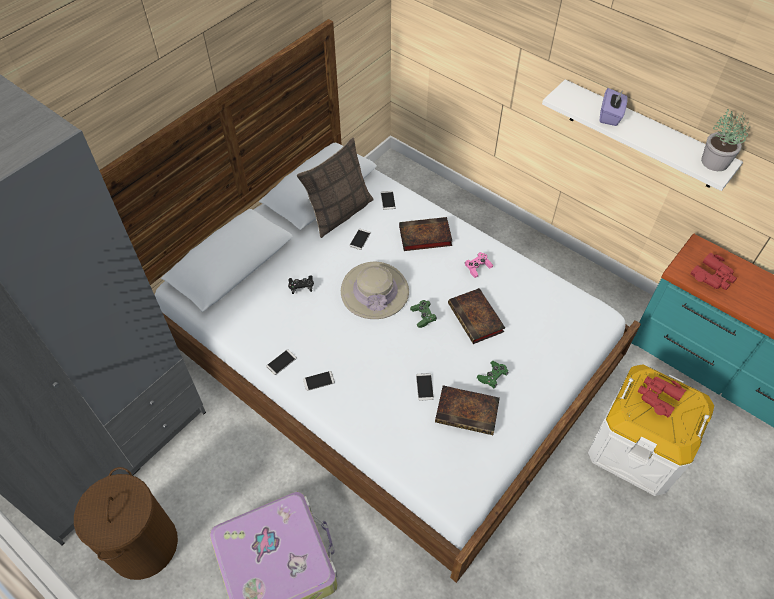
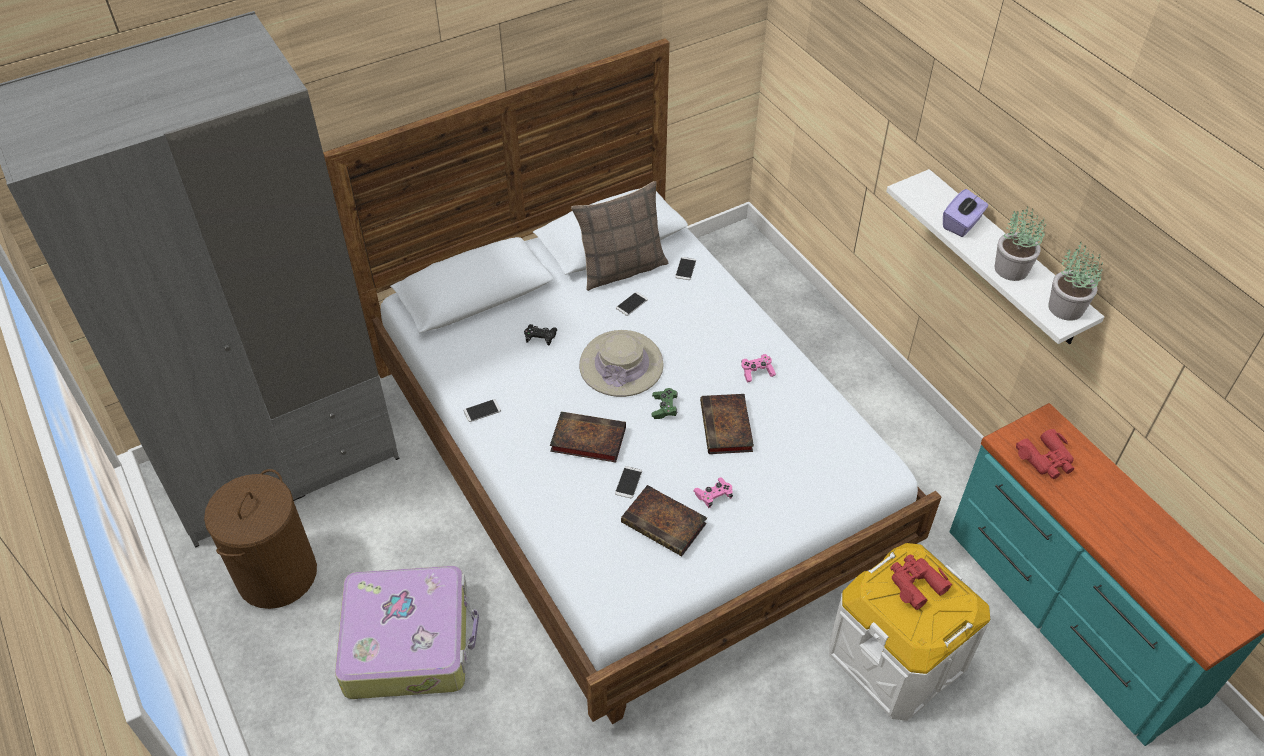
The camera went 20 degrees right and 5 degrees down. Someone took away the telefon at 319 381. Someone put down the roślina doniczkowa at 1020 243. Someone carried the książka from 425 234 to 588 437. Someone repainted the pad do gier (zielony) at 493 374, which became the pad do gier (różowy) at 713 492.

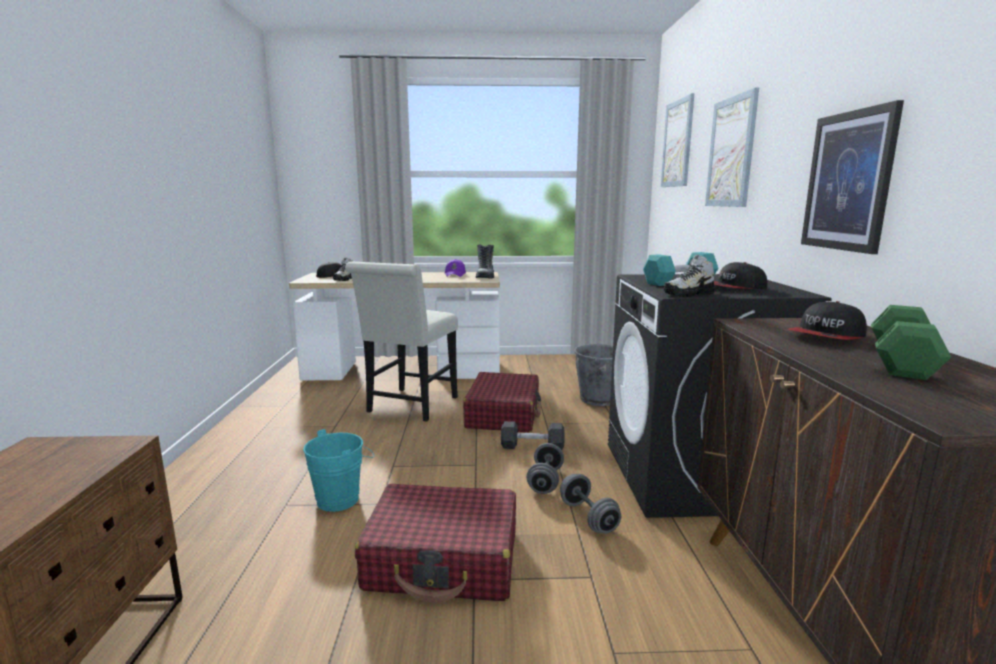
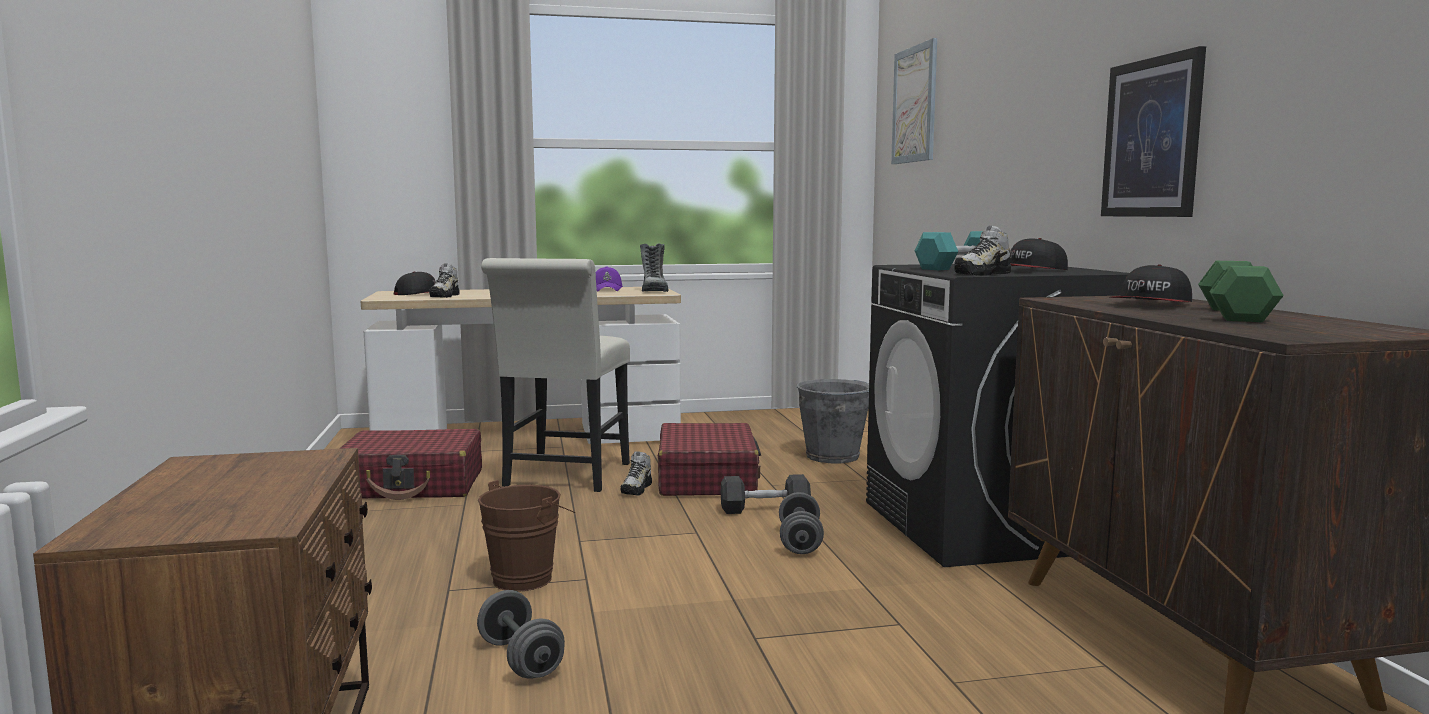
The camera went 10 degrees left and 5 degrees down. Someone took away the obraz at 732 147. Someone put down the but at 636 473. Someone carried the walizka (czerwony) from 435 543 to 411 464. Someone carried the hantel (szary) from 590 504 to 521 634. Someone repainted the wiadro (turkusowy) at 338 470, which became the wiadro (brązowy) at 526 535.

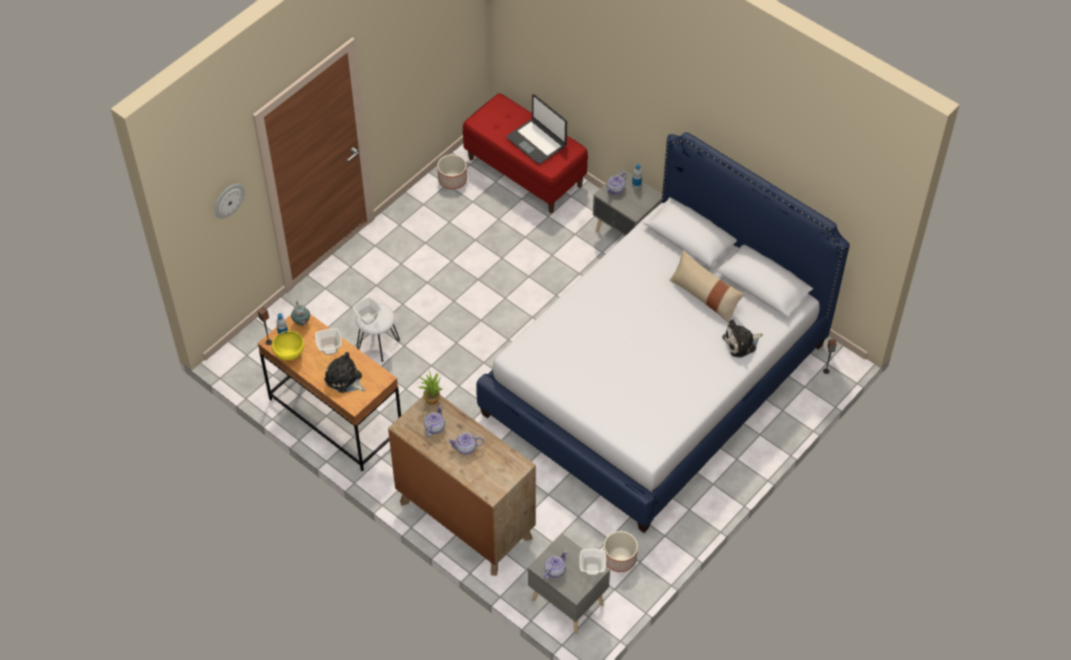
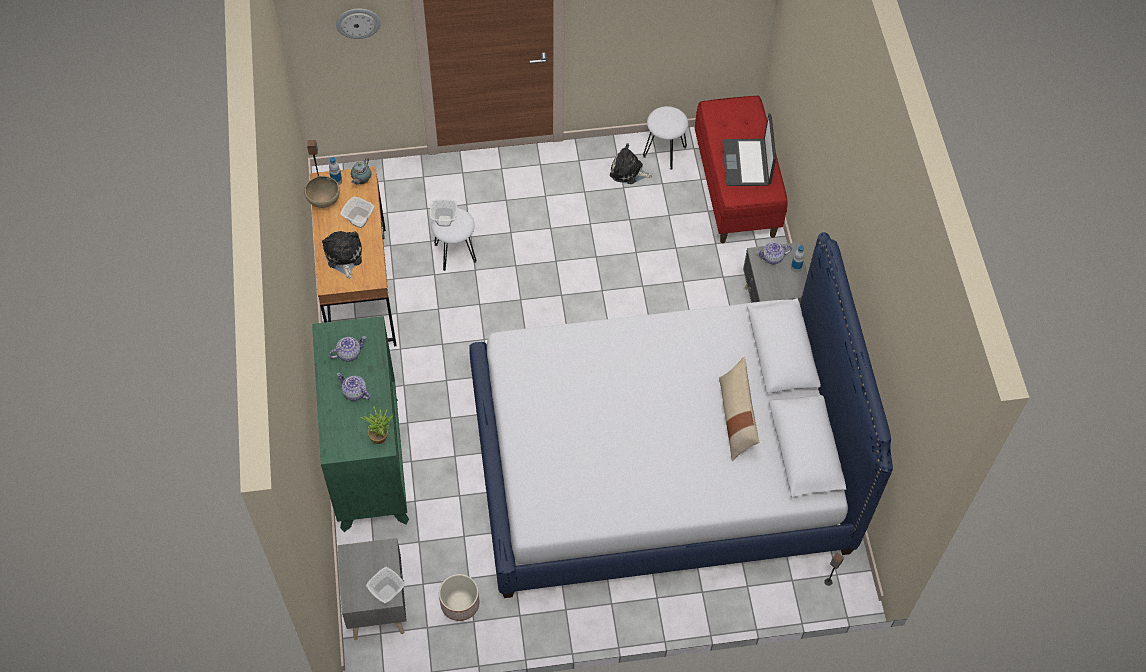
The camera went 40 degrees right and 5 degrees up. Someone took away the imbryk at 555 565. Someone carried the roślina doniczkowa from 430 388 to 377 425. Someone carried the pluszak from 742 338 to 631 164. Someone swapped the donica at 452 172 for the stołek (biały) at 665 138. Someone repainted the miska (żółty) at 288 345, which became the miska (brązowy) at 322 192. Someone repainted the komoda (brązowy) at 462 485, which became the komoda (zielony) at 360 424.

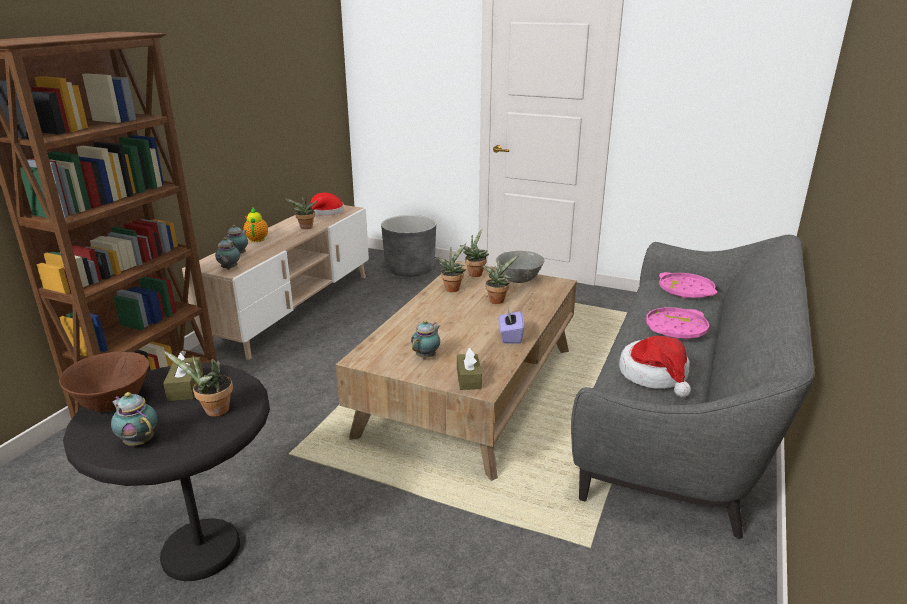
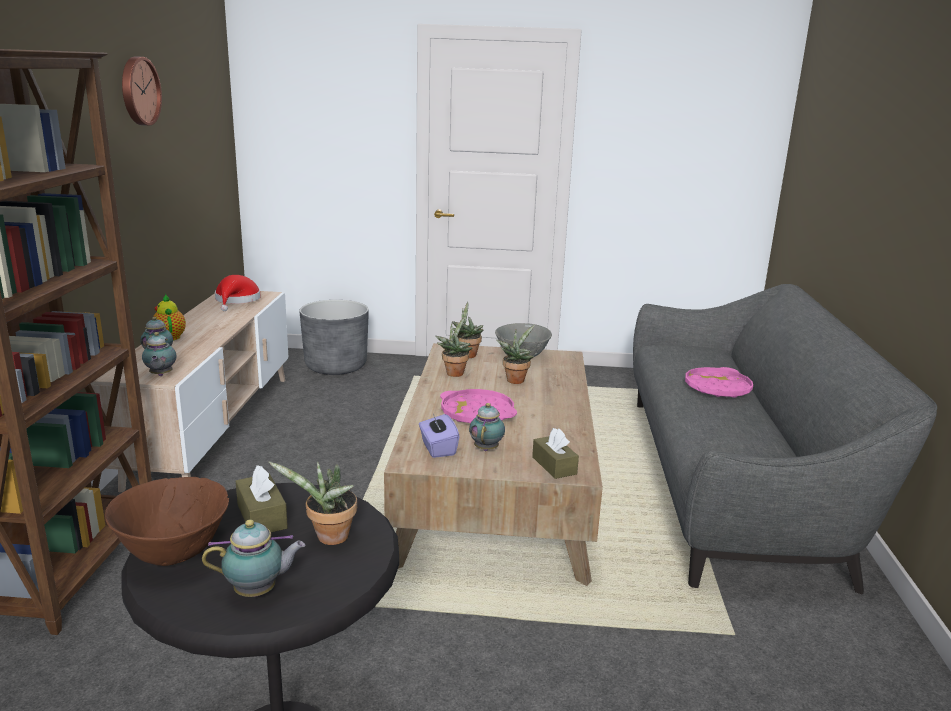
The camera went 20 degrees left and 5 degrees down. Someone took away the roślina doniczkowa at 301 212. Someone took away the kapelusz at 655 366. Someone put up the zegar ścienny at 142 91. Someone carried the pudełko chusteczek (fioletowy) from 511 326 to 439 436. Someone carried the taca (różowy) from 688 285 to 478 406. Someone rotated the imbryk at 134 419 by 150 degrees clockwise.

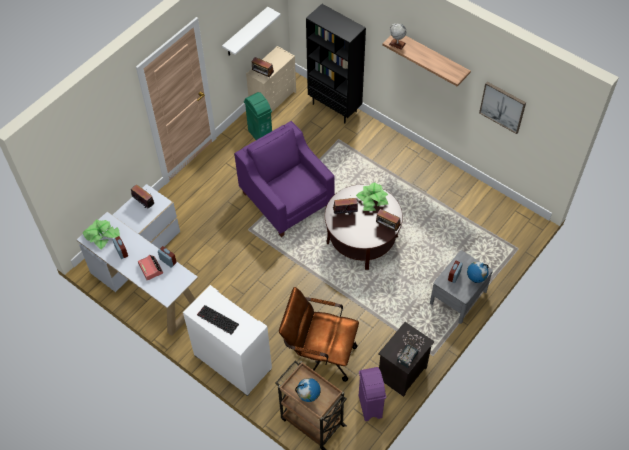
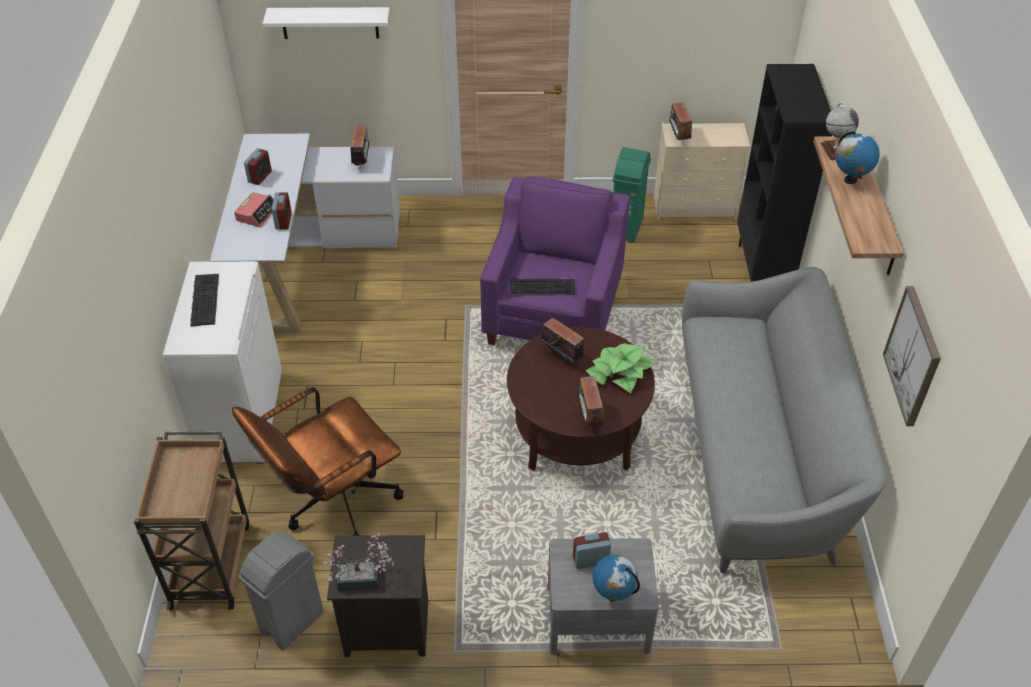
The camera went 50 degrees right and 10 degrees down. Someone took away the roślina doniczkowa at 101 235. Someone put down the klawiatura at 542 287. Someone put down the kanapa (szary) at 784 420. Someone carried the półka (biały) from 251 31 to 326 23. Someone carried the globus from 308 390 to 857 157. Someone repainted the kosz na śmieci (fioletowy) at 372 394, which became the kosz na śmieci (szary) at 281 591. Someone rotated the krzesło biurowe (brązowy) at 319 334 by 105 degrees counterclockwise.

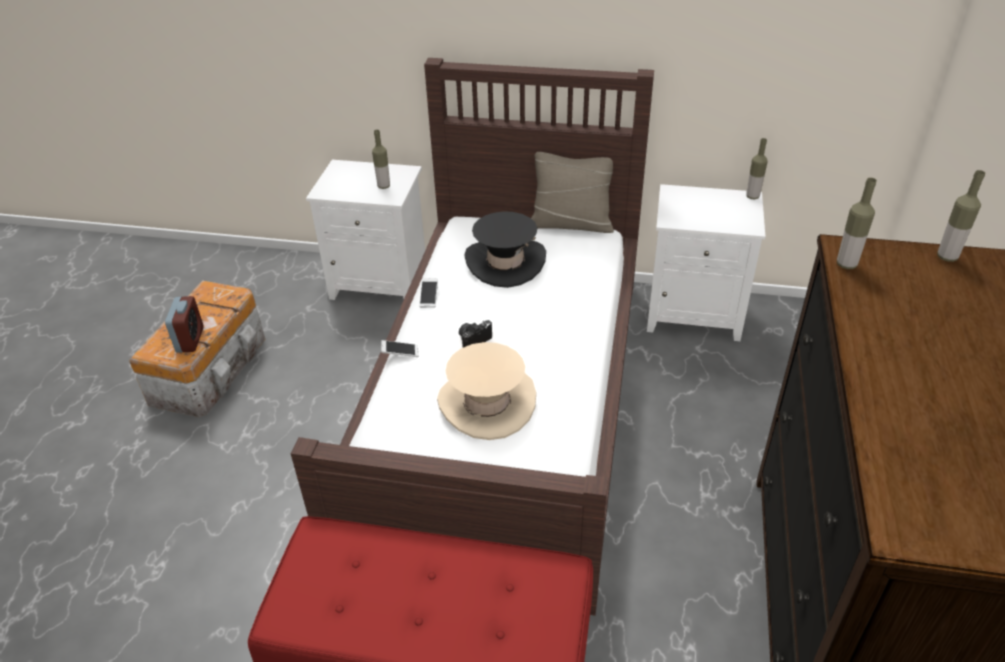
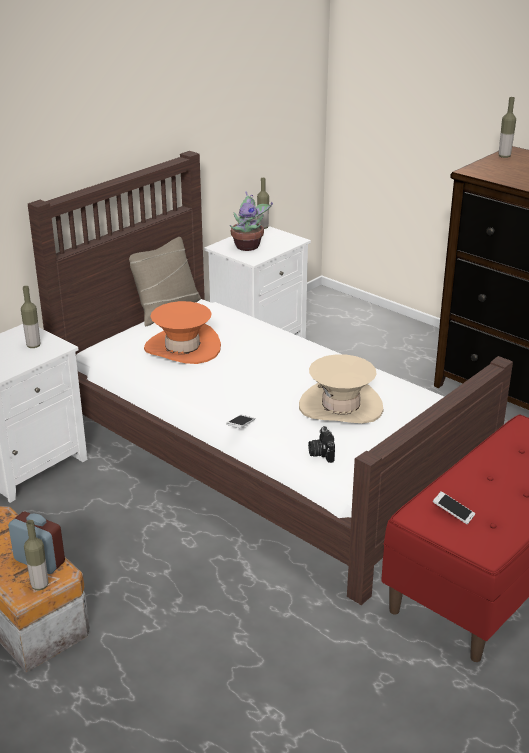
The camera went 60 degrees left and 10 degrees down. Someone put down the roślina doniczkowa at 251 221. Someone carried the telefon from 428 293 to 454 507. Someone carried the aparat fotograficzny from 475 333 to 321 444. Someone carried the butelka from 857 223 to 36 555. Someone repainted the kapelusz (czarny) at 505 249, which became the kapelusz (pomarańczowy) at 182 332.

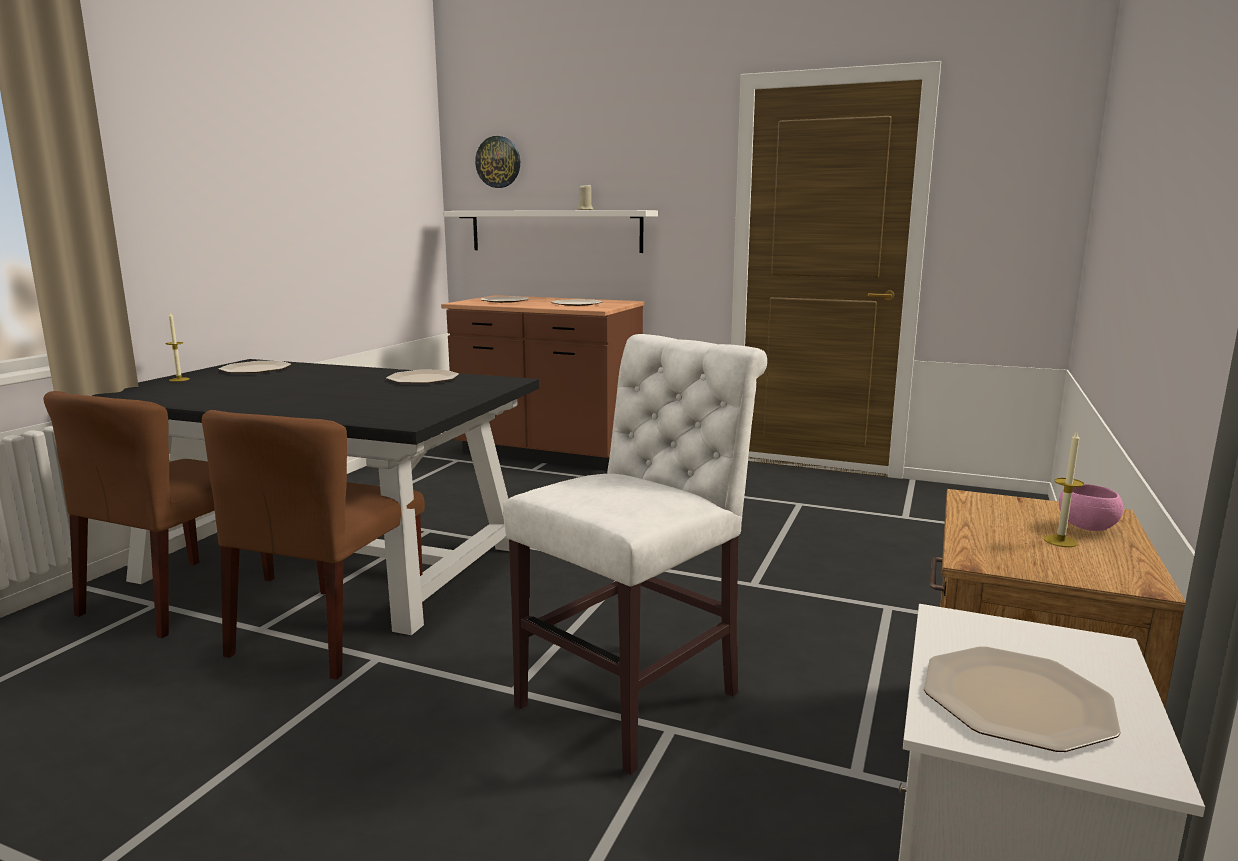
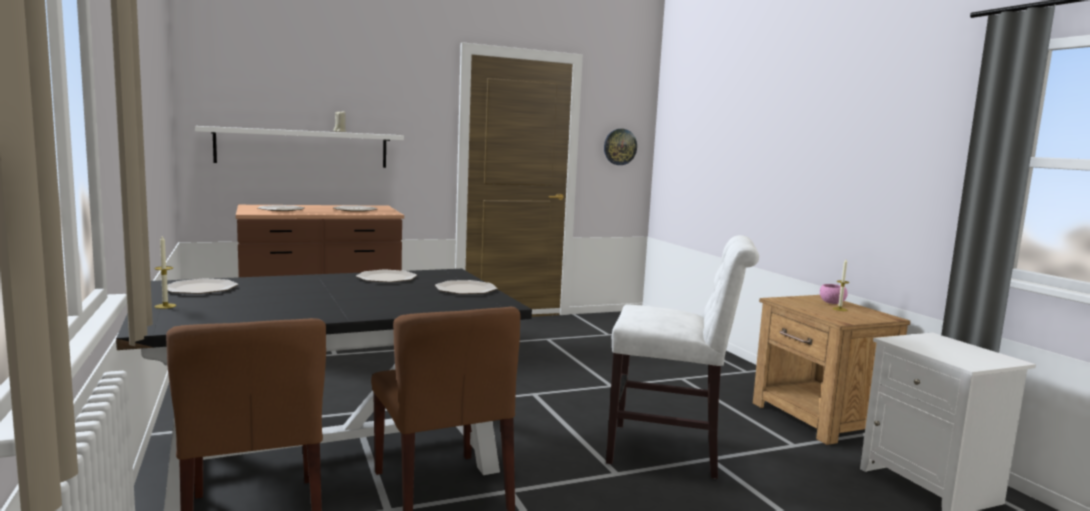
The camera went 45 degrees left and 5 degrees down. Someone carried the zegar ścienny from 497 162 to 620 147. Someone carried the talerz from 1022 699 to 466 287. Someone rotated the krzesło (biały) at 635 554 by 105 degrees clockwise.

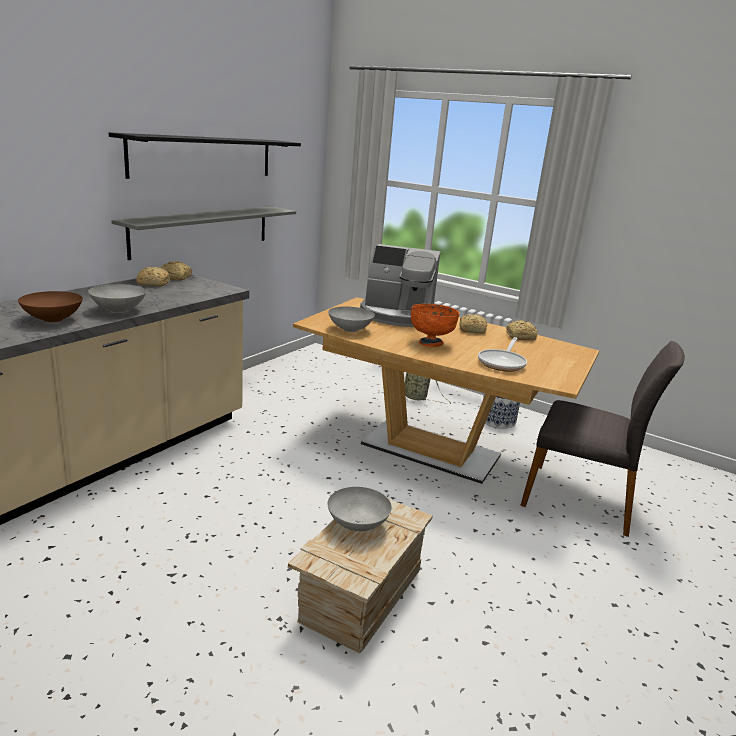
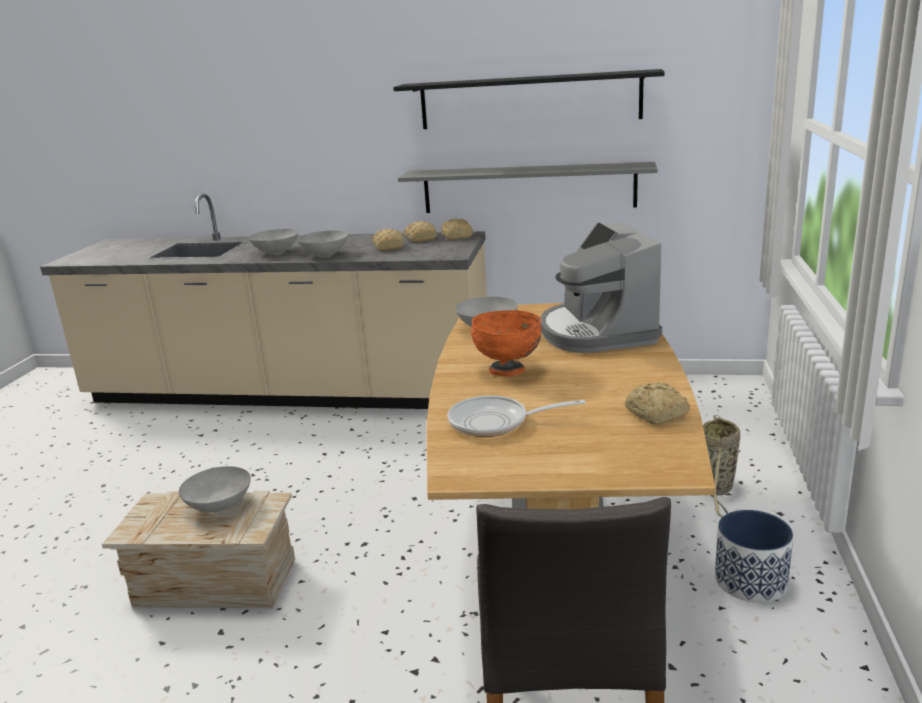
The camera went 70 degrees right and 0 degrees up. Someone carried the chleb from 473 324 to 388 240. Someone repainted the miska (brązowy) at 50 306, which became the miska (szary) at 273 242.

